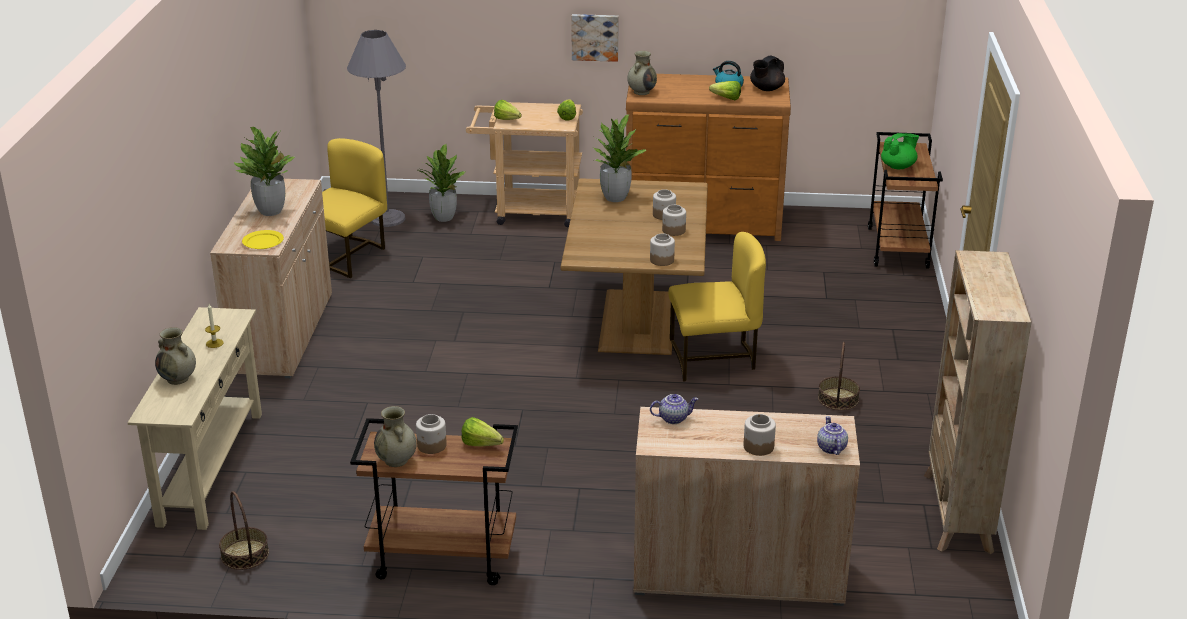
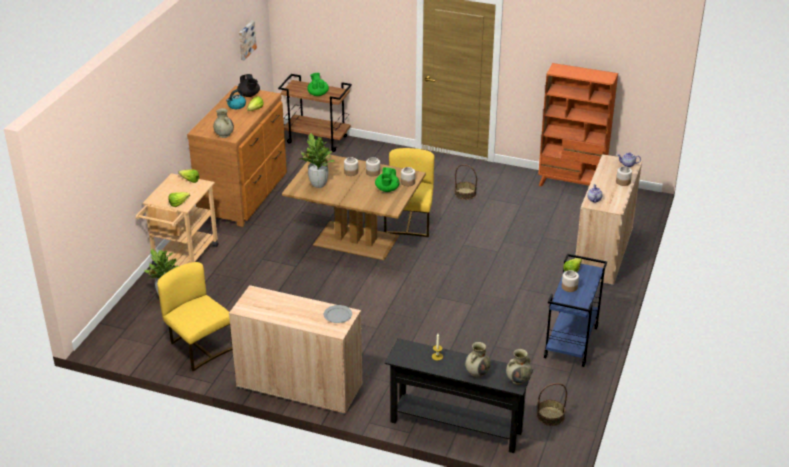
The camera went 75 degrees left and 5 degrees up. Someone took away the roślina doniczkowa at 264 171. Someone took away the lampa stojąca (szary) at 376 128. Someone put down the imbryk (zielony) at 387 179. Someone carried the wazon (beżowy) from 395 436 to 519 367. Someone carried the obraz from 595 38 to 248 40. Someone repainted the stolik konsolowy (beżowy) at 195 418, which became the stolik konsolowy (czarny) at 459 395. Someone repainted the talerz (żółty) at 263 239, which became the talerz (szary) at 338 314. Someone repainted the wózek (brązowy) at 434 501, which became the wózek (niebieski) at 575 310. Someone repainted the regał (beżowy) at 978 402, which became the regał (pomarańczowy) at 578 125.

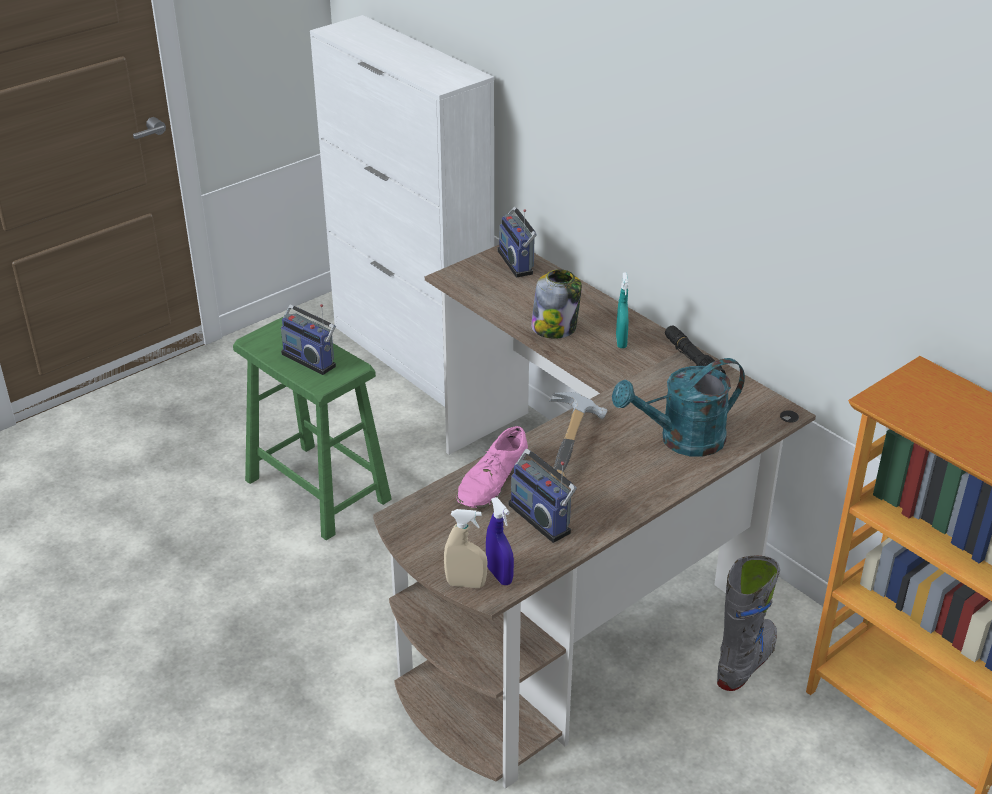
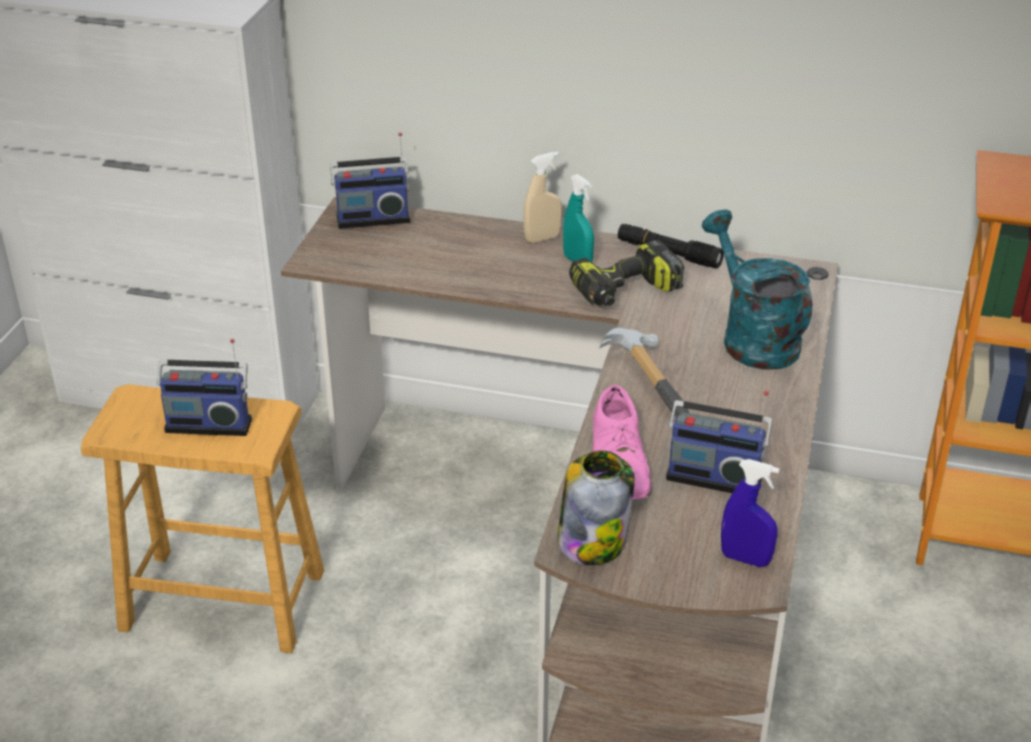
The camera went 35 degrees left and 0 degrees up. Someone took away the but z cholewką (szary) at 748 623. Someone put down the wiertarka at 626 273. Someone carried the spryskiwacz (beżowy) from 465 548 to 542 197. Someone carried the słoik from 556 304 to 596 507. Someone repainted the stołek (zielony) at 312 428, which became the stołek (brązowy) at 202 518. Someone rotated the radio at 517 242 by 45 degrees counterclockwise. Someone rotated the konewka (turkusowy) at 678 407 by 120 degrees clockwise.

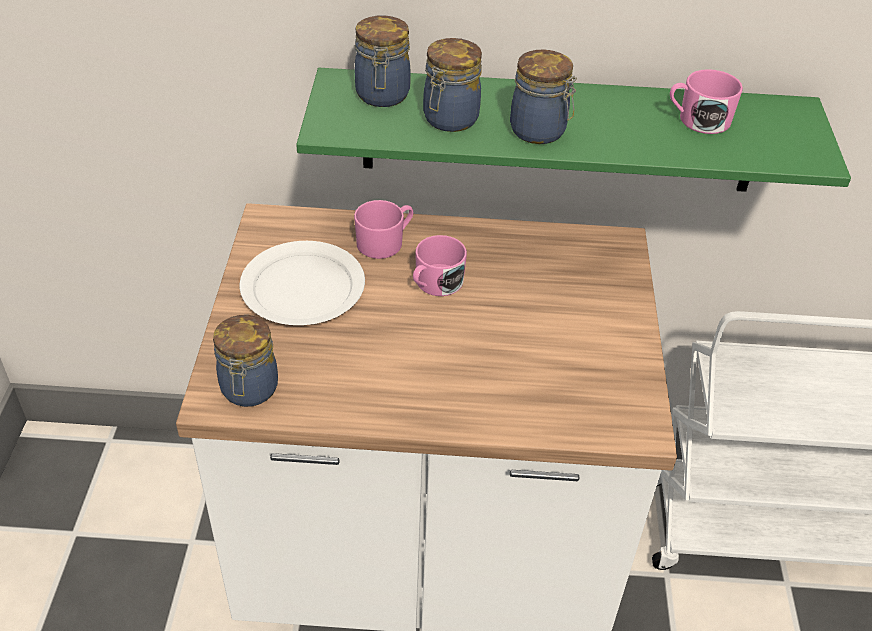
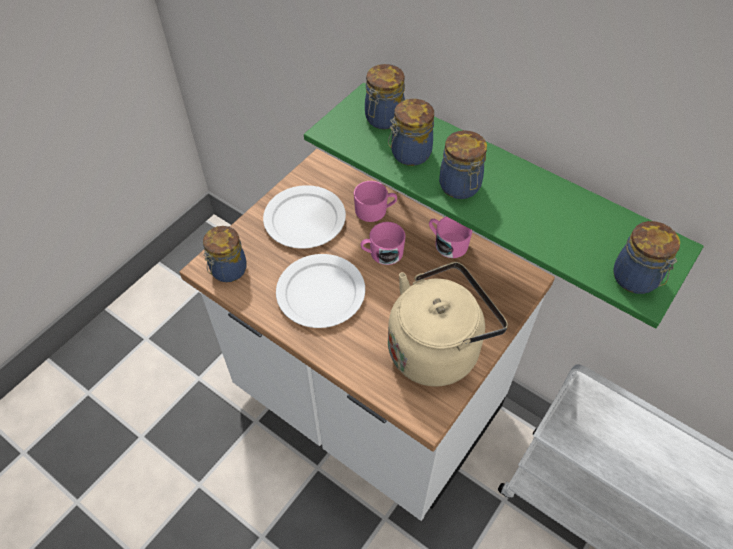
The camera went 35 degrees right and 10 degrees up. Someone put down the talerz (biały) at 320 291. Someone put down the czajnik (beżowy) at 448 324. Someone put down the słoik at 646 257. Someone carried the kubek (różowy) from 706 101 to 450 237.

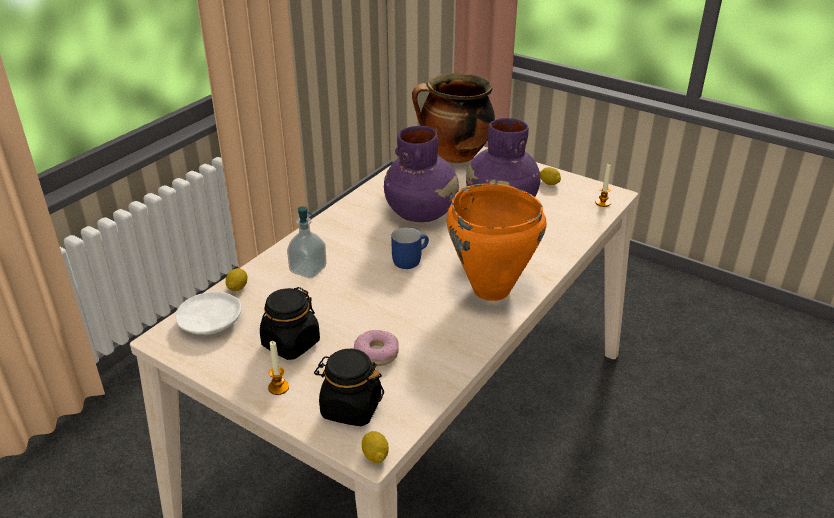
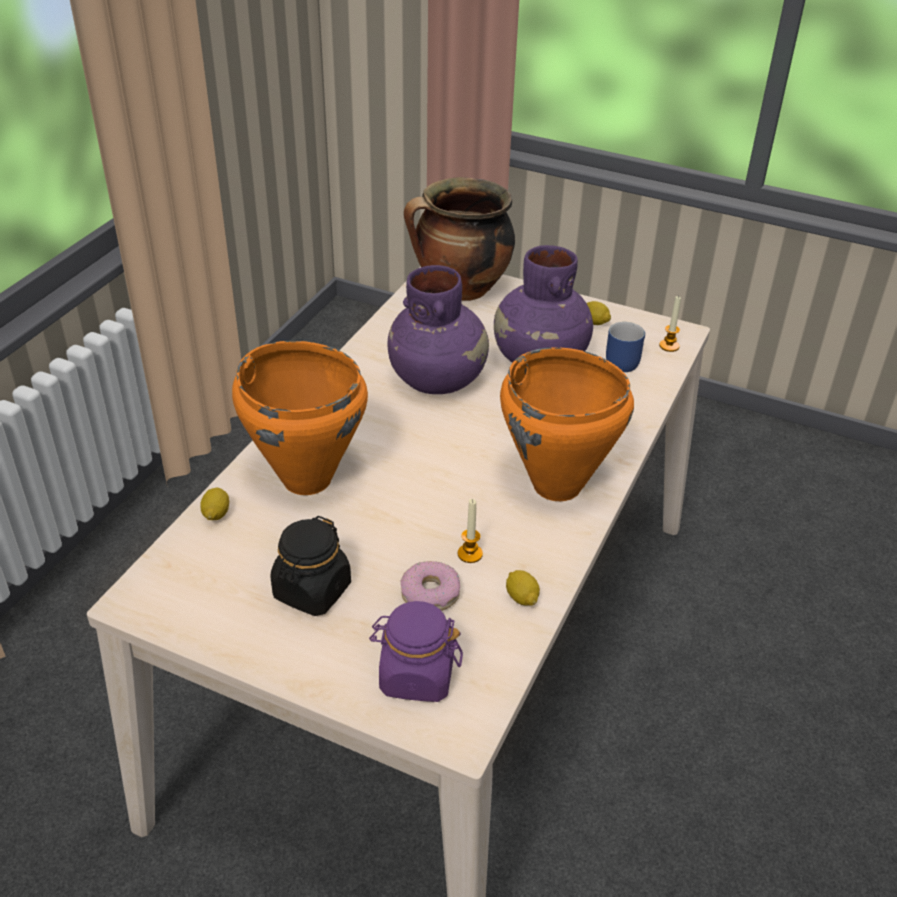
The camera went 10 degrees left and 5 degrees up. Someone took away the talerz (biały) at 208 313. Someone carried the świeca from 278 368 to 470 531. Someone carried the cytryna from 375 447 to 523 588. Someone carried the kubek (niebieski) from 410 248 to 625 347. Someone swapped the dozownik mydła at 307 242 for the garnek (pomarańczowy) at 300 418. Someone repainted the słoik (czarny) at 349 387, which became the słoik (fioletowy) at 416 651.

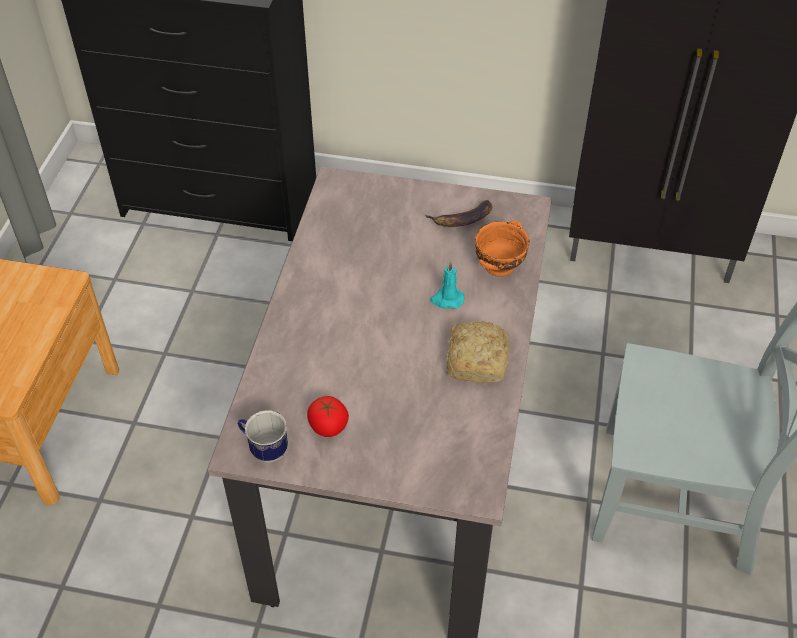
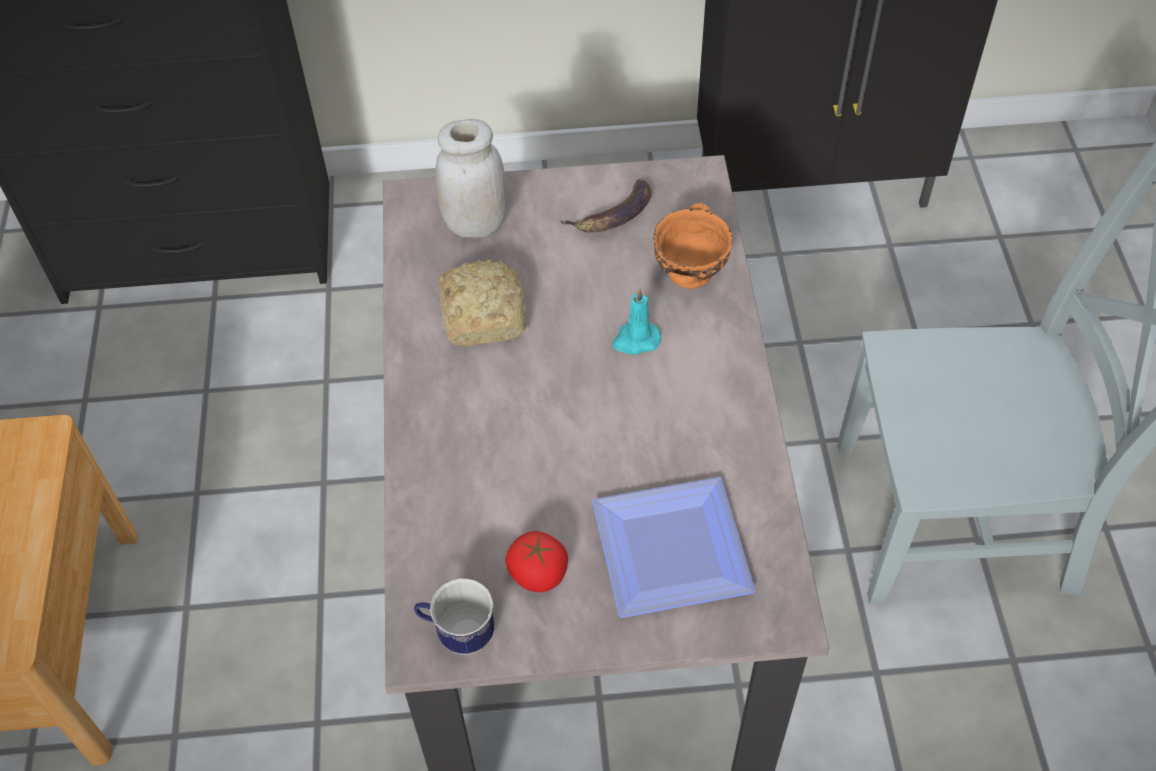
The camera went 15 degrees left and 5 degrees up. Someone put down the słoik (biały) at 471 178. Someone put down the talerz at 673 547. Someone carried the chleb from 478 352 to 482 302.

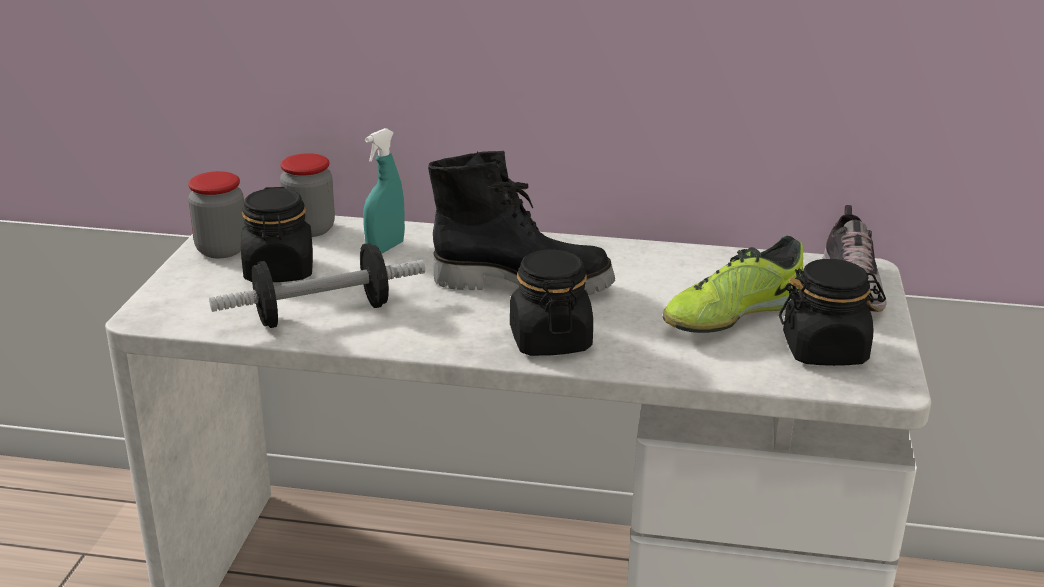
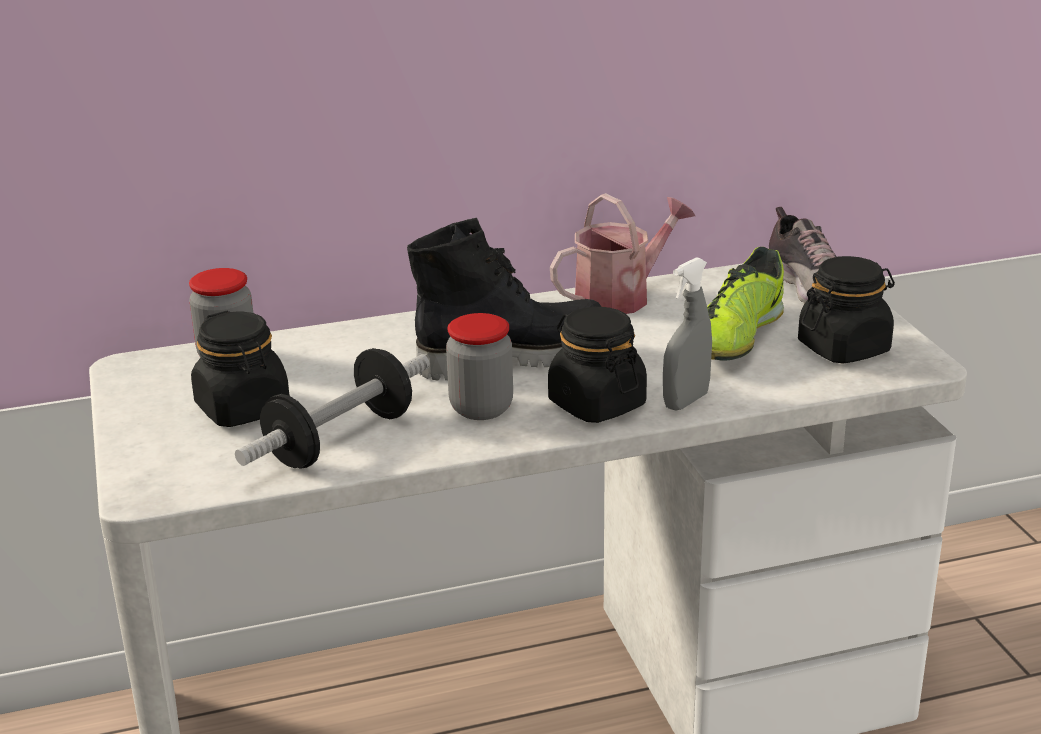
The camera went 25 degrees left and 0 degrees up. Someone took away the spryskiwacz (turkusowy) at 384 191. Someone put down the konewka at 622 253. Someone put down the spryskiwacz (szary) at 687 334. Someone carried the słoik from 216 215 to 479 366.

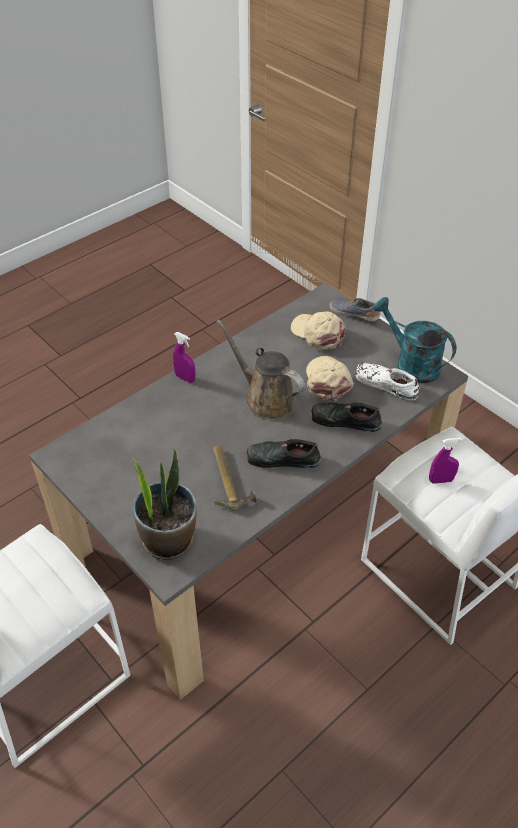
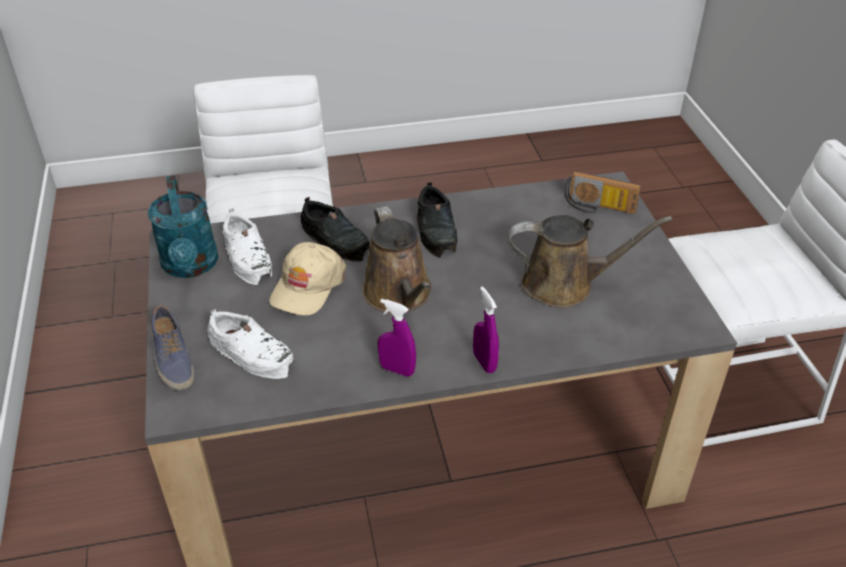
The camera went 150 degrees left and 5 degrees down. Someone took away the młotek at 235 478. Someone put down the konewka (brązowy) at 589 261. Someone carried the spryskiwacz (fioletowy) from 446 461 to 397 338. Someone swapped the roślina doniczkowa at 164 503 for the radio at 602 192. Someone swapped the czapka z daszkiem (beżowy) at 318 330 for the but (biały) at 250 343. Someone rotated the but (czarny) at 284 453 by 45 degrees clockwise.

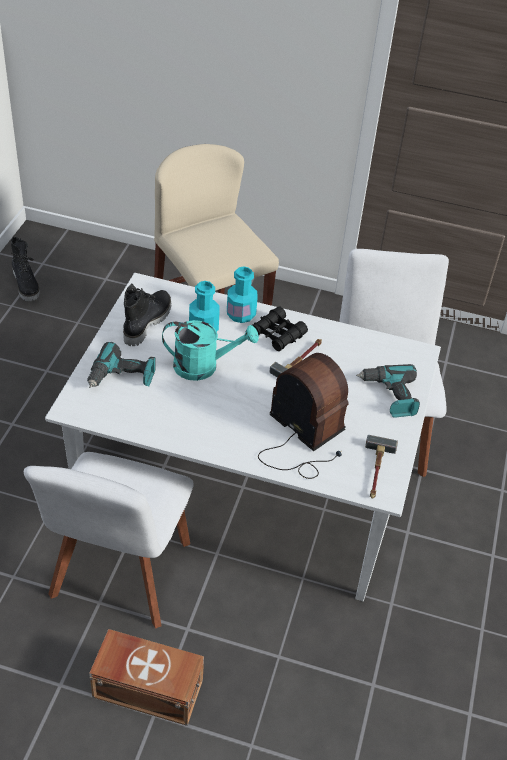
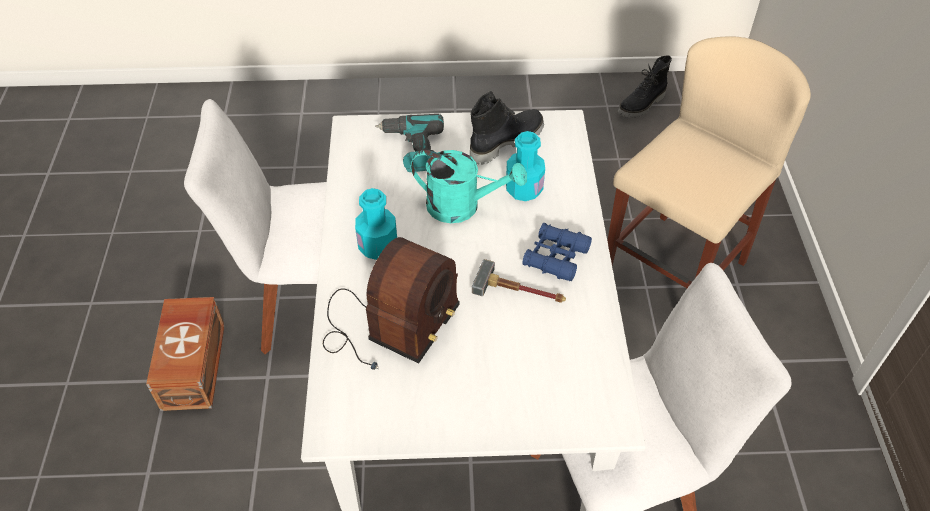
The camera went 75 degrees right and 5 degrees up. Someone took away the wiertarka at 388 391. Someone took away the młotek at 381 466. Someone carried the butelka (turkusowy) from 242 295 to 376 224. Someone repainted the lornetka (czarny) at 280 329, which became the lornetka (niebieski) at 557 252. Someone rotated the but z cholewką (czarny) at 147 314 by 45 degrees counterclockwise. Someone rotated the konewka (turkusowy) at 210 350 by 60 degrees counterclockwise.

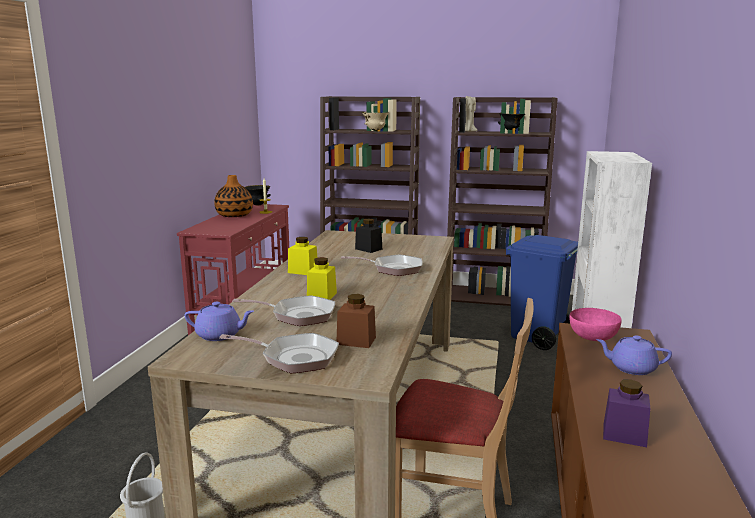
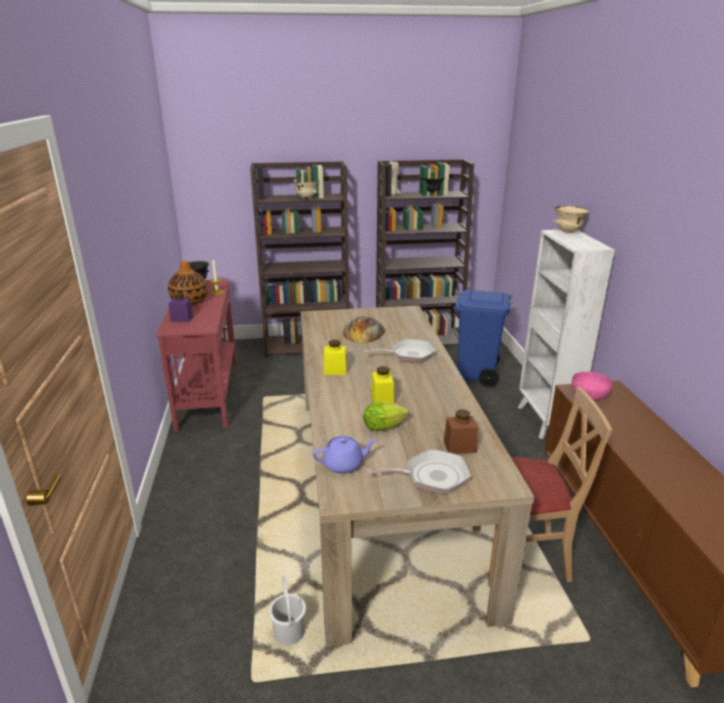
The camera went 20 degrees left and 10 degrees up. Someone took away the imbryk (fioletowy) at 634 355. Someone put down the miska (beżowy) at 571 219. Someone carried the słoik (fioletowy) from 626 413 to 181 307. Someone swapped the patelnia at 283 310 for the sałata at 386 416. Someone swapped the słoik (czarny) at 368 236 for the chleb at 364 329.

